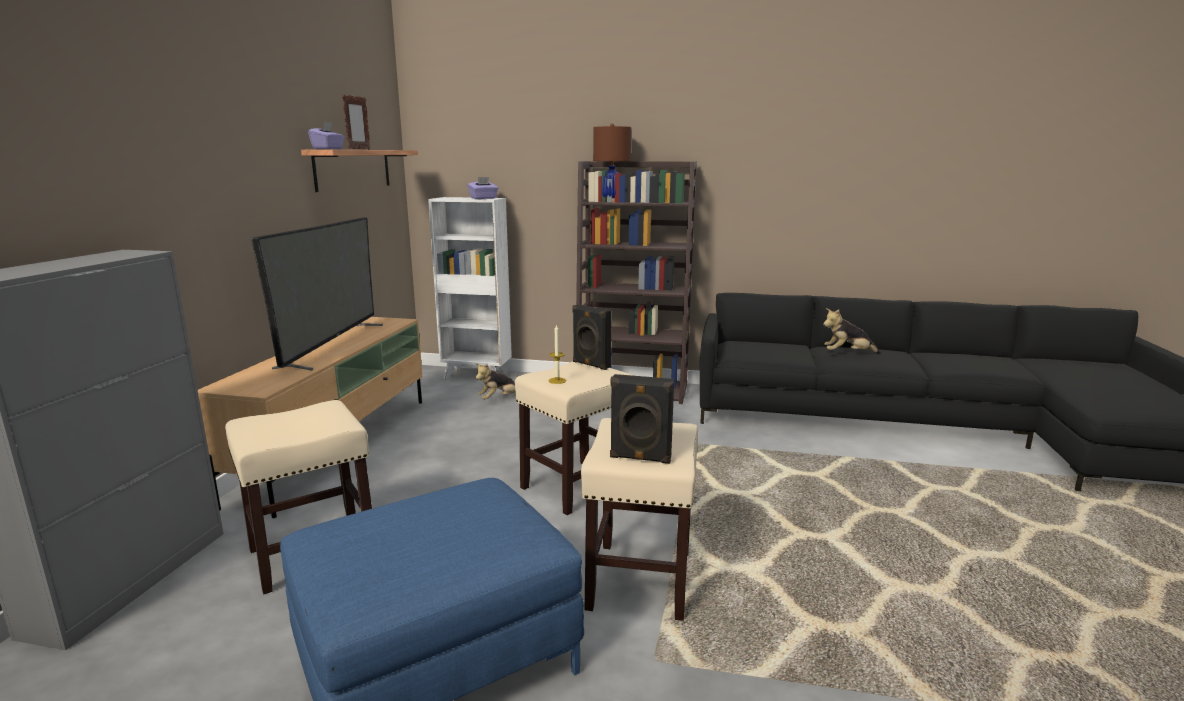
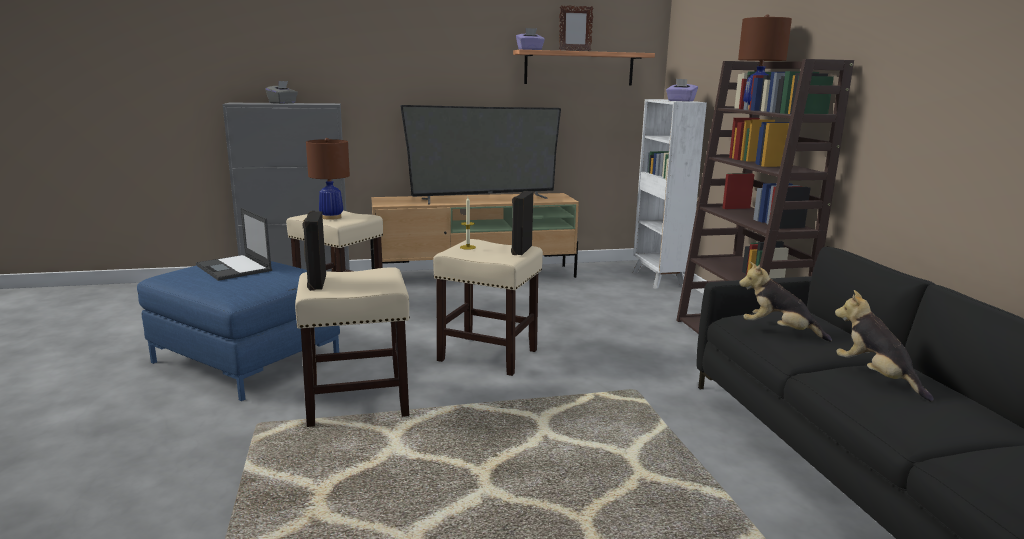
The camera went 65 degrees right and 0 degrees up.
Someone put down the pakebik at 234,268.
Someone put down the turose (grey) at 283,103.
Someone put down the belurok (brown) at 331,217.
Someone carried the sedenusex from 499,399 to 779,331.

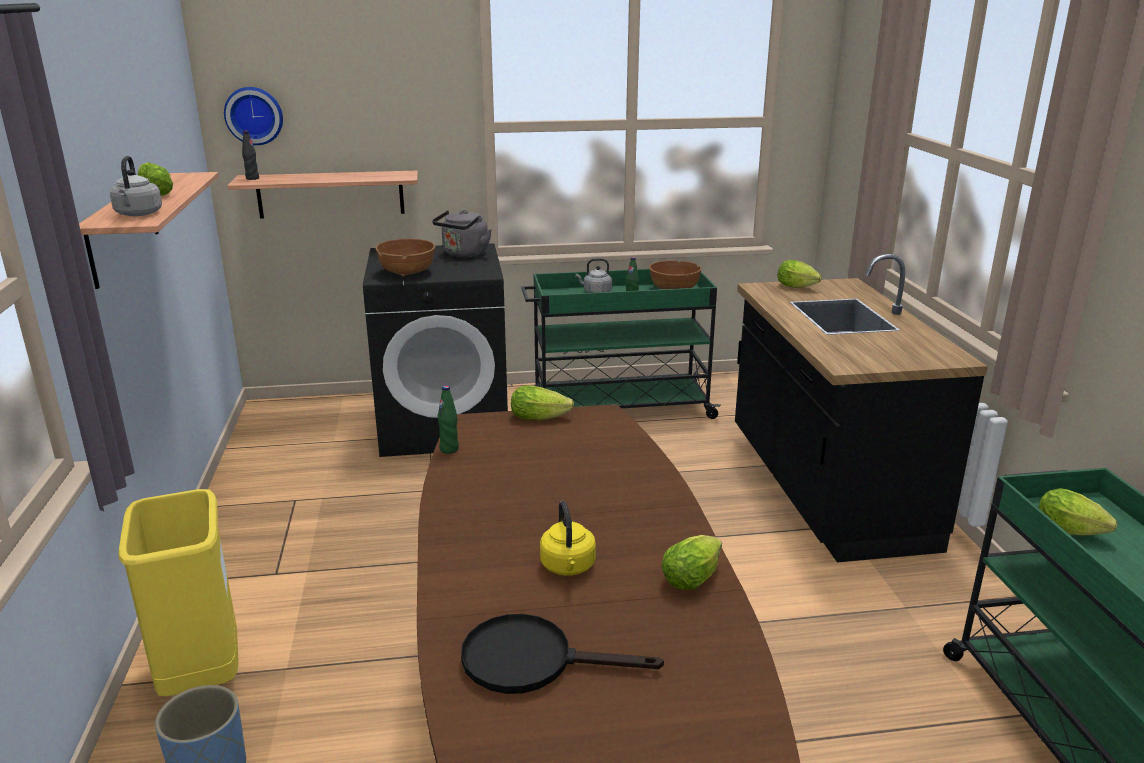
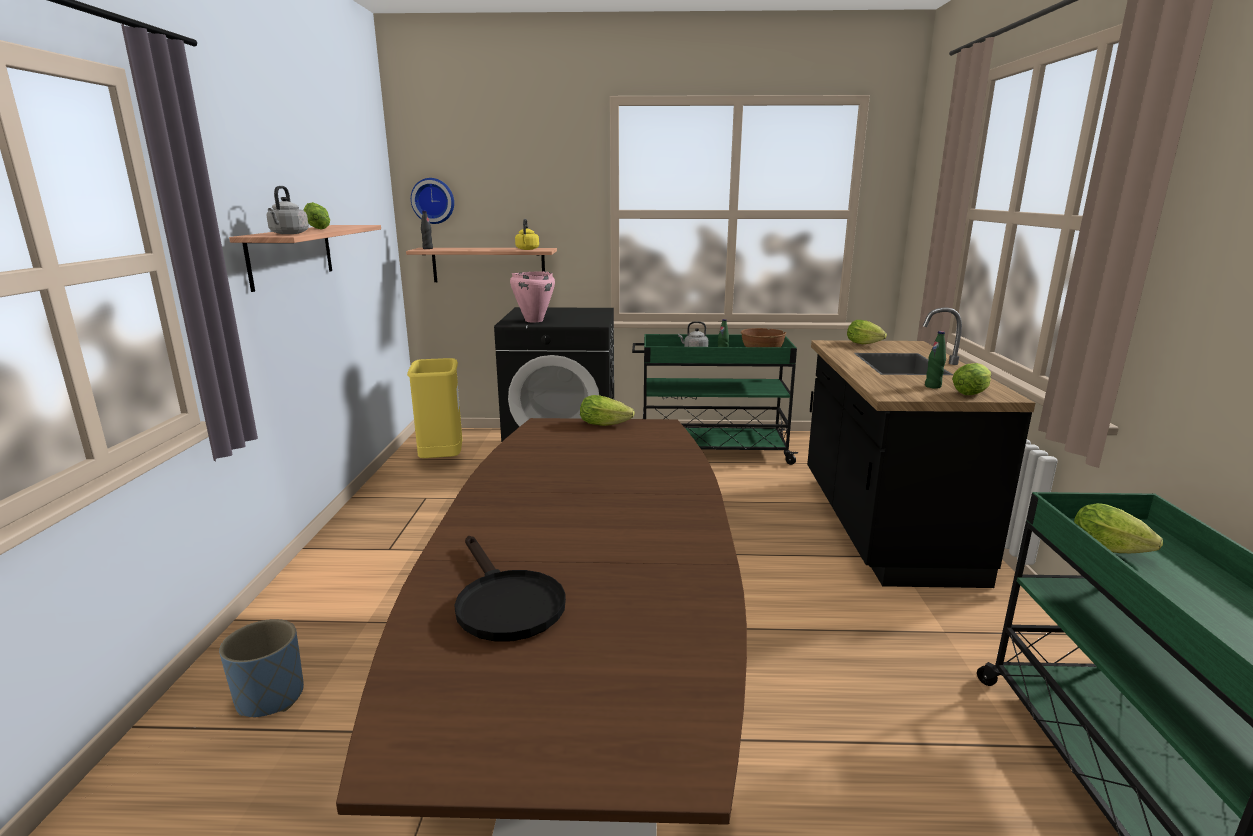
The camera went 10 degrees right and 5 degrees down.
Someone took away the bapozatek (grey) at 464,254.
Someone carried the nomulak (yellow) from 201,676 to 441,461.
Someone carried the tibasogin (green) from 449,449 to 933,386.
Someone carried the bapozatek (yellow) from 568,567 to 527,249.
Someone carried the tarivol from 693,577 to 972,393.
Someone swapped the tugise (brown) at 407,272 for the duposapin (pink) at 533,320.
Someone rotated the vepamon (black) at 533,660 by 135 degrees counterclockwise.

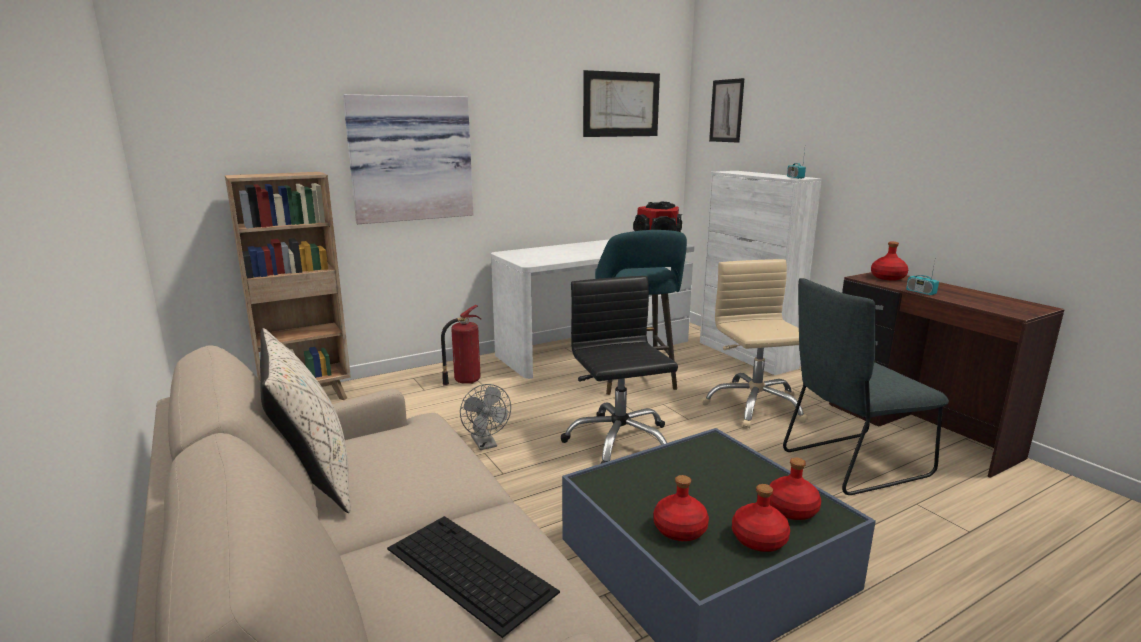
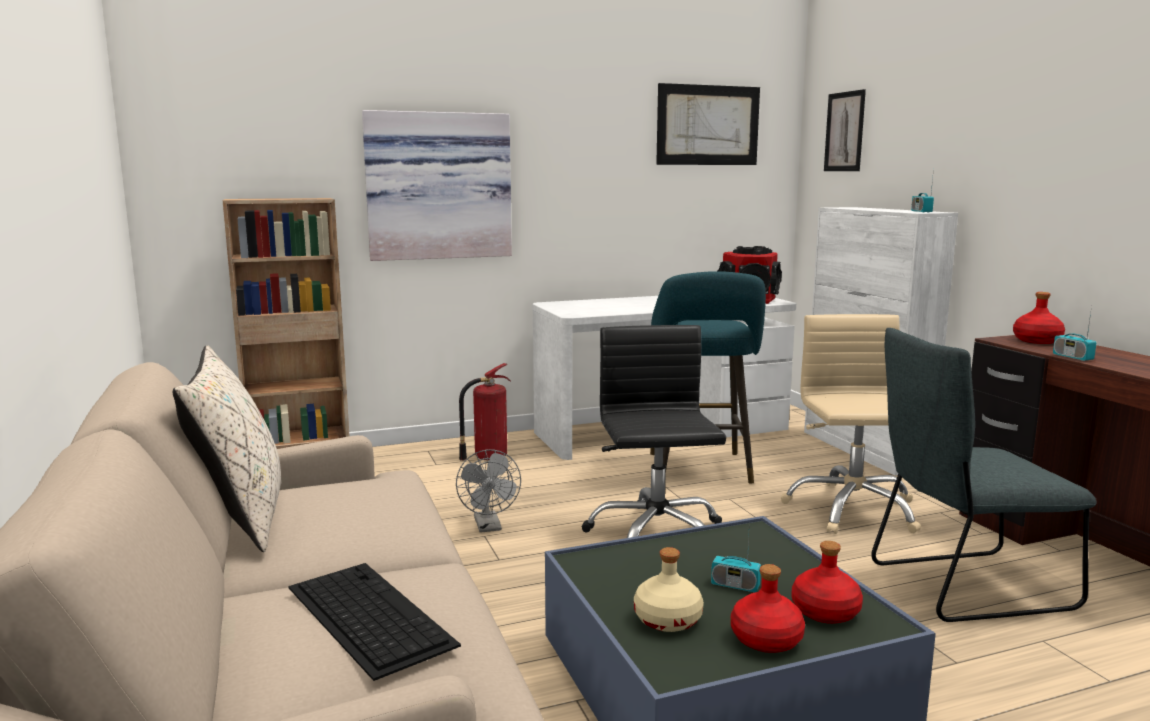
The camera went 10 degrees right and 5 degrees down.
Someone put down the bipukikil at 735,585.
Someone repainted the tibasogin (red) at 680,529, which became the tibasogin (beige) at 668,619.

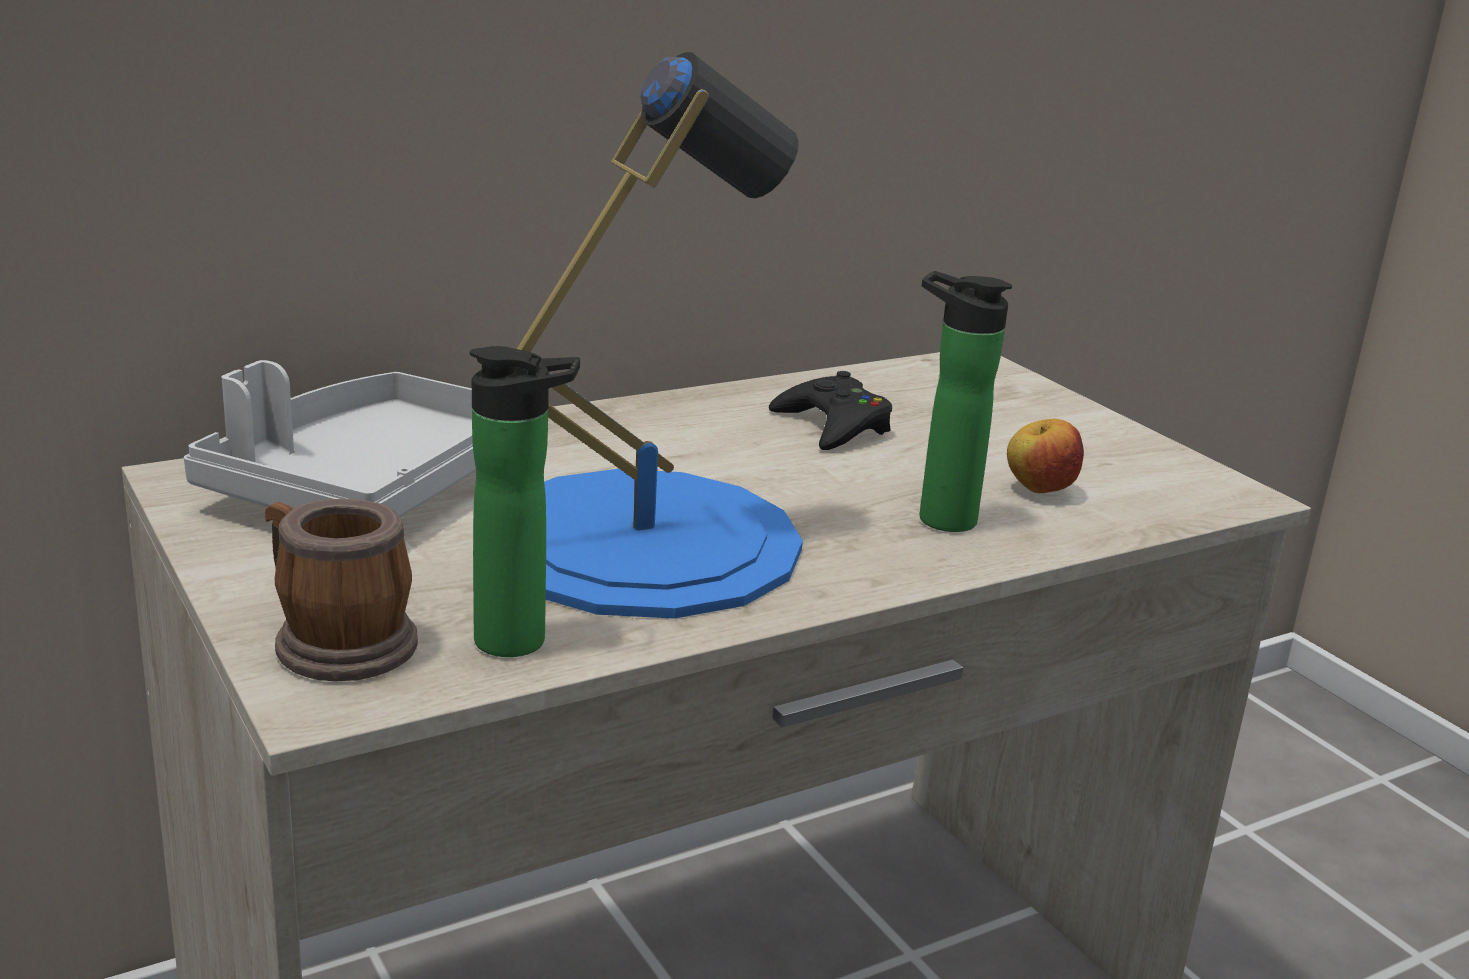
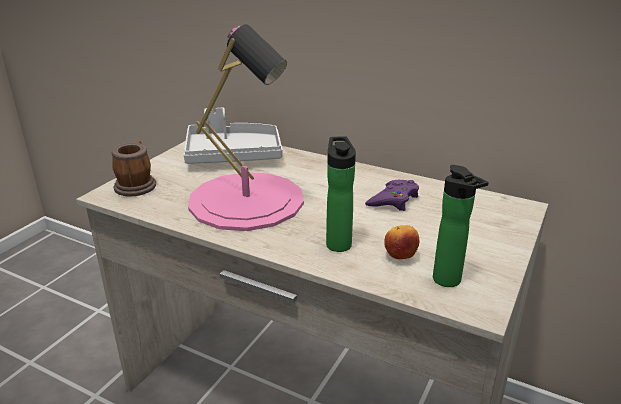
The camera went 60 degrees right and 5 degrees up.
Someone carried the tibasogin from 521,642 to 449,282.
Someone repainted the belurok (blue) at 643,540, which became the belurok (pink) at 247,200.
Someone repainted the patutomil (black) at 833,426, which became the patutomil (purple) at 393,200.

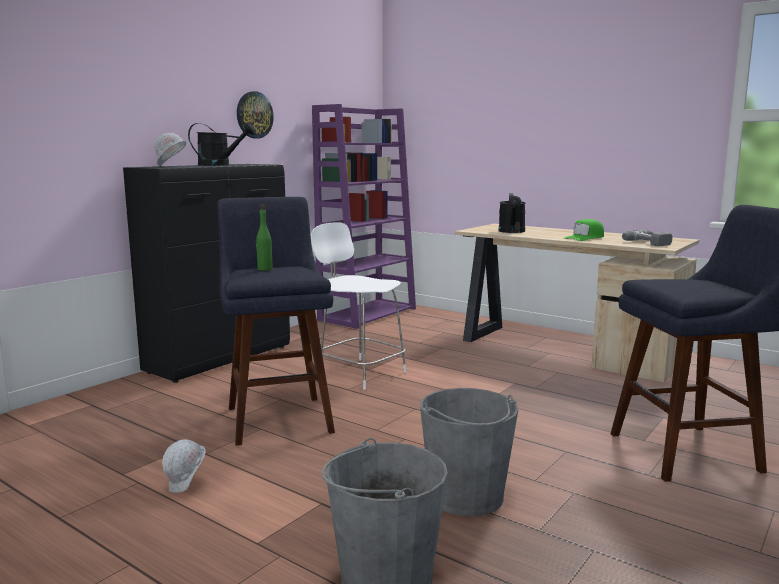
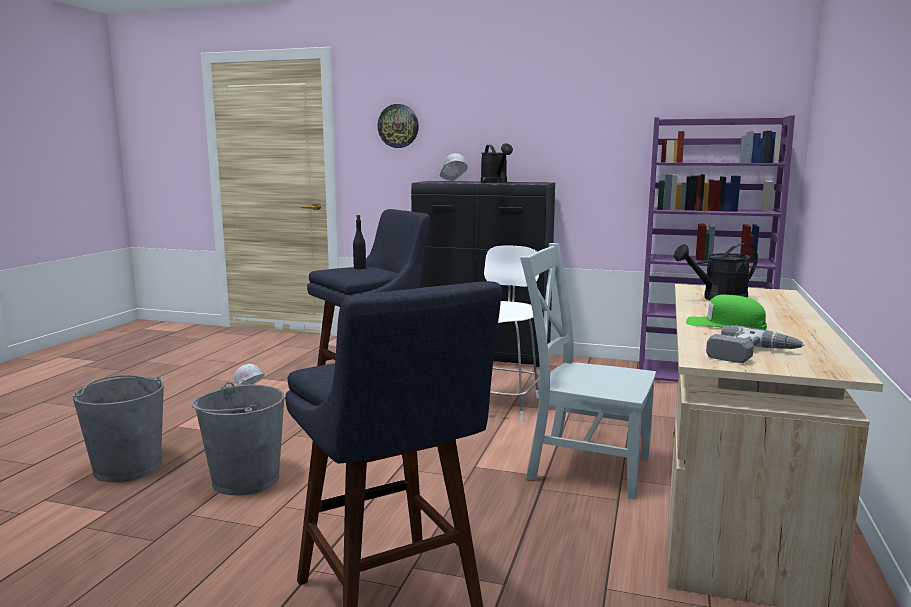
The camera went 70 degrees right and 0 degrees up.
Someone put down the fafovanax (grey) at 583,466.
Someone carried the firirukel from 254,115 to 398,126.
Someone repainted the tibasogin (green) at 264,269, which became the tibasogin (black) at 359,268.

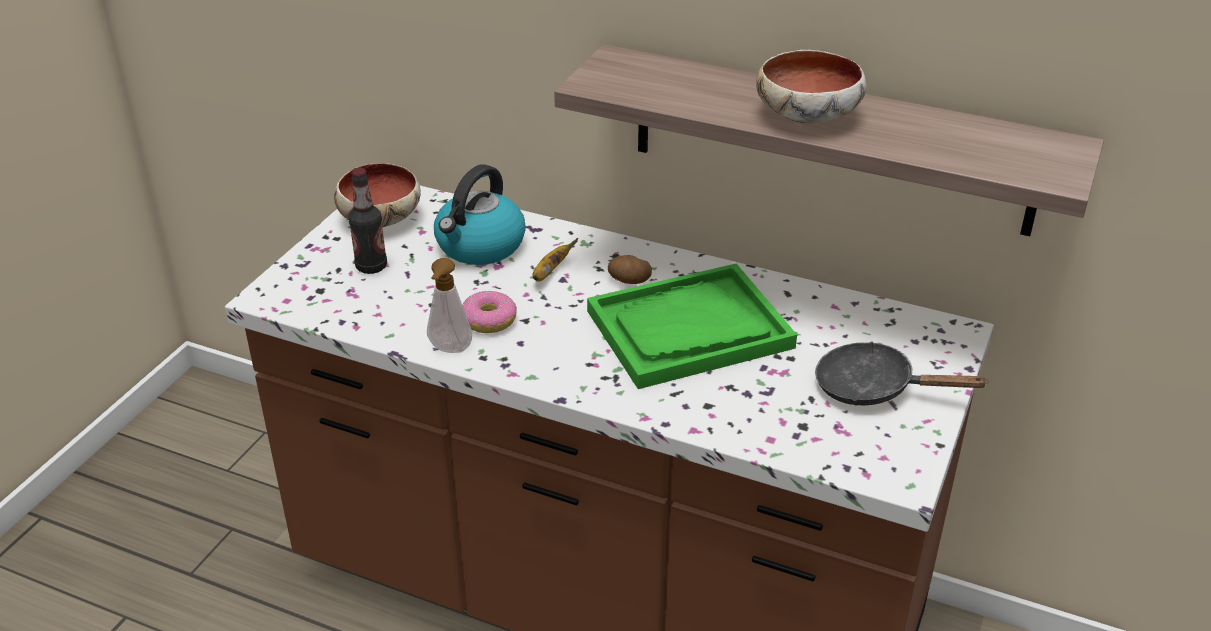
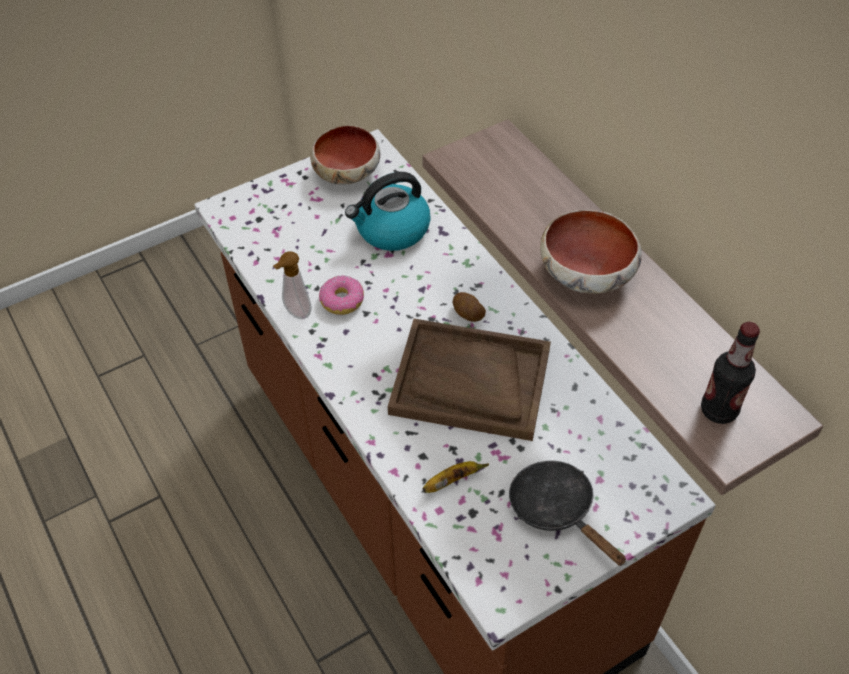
The camera went 35 degrees right and 15 degrees up.
Someone carried the tibasogin from 371,267 to 718,410.
Someone carried the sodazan from 550,272 to 452,481.
Someone repainted the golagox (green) at 689,330, which became the golagox (brown) at 470,382.

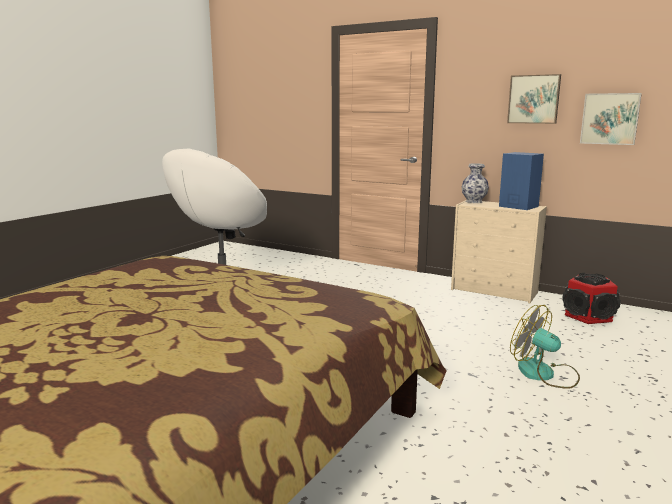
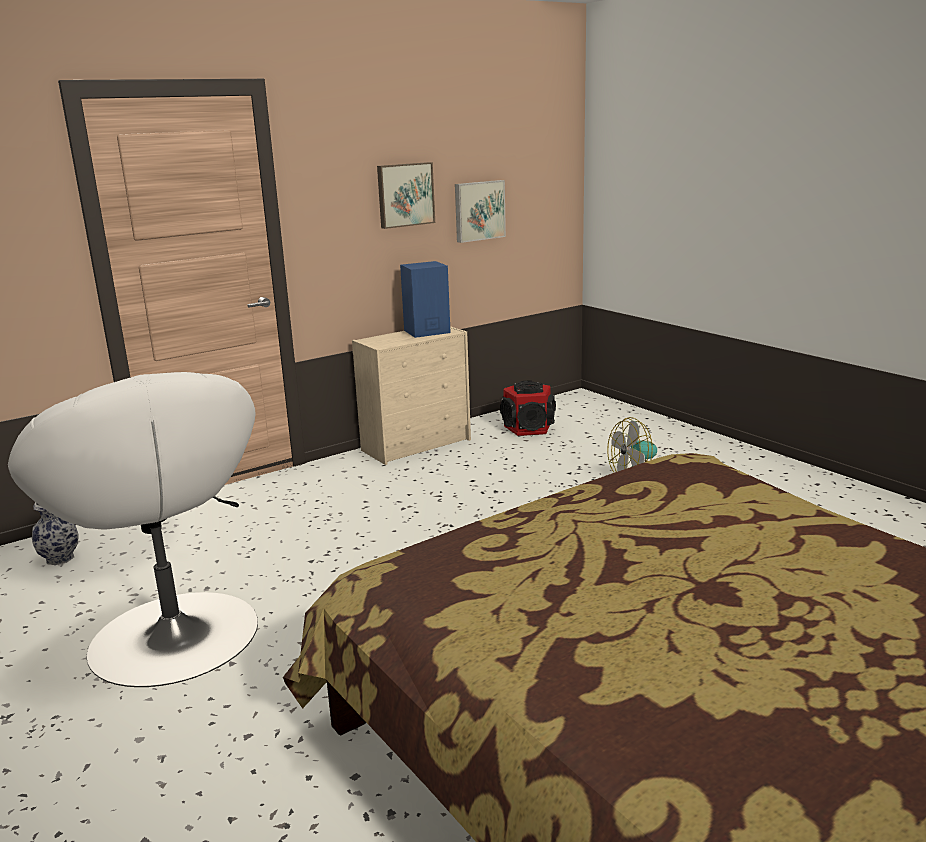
The camera went 65 degrees left and 5 degrees up.
Someone carried the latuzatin from 474,201 to 60,558.

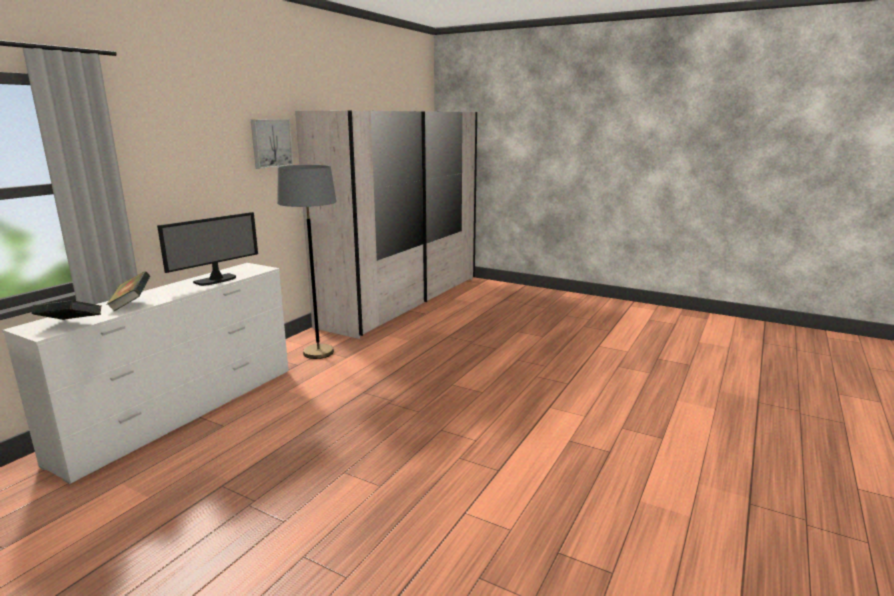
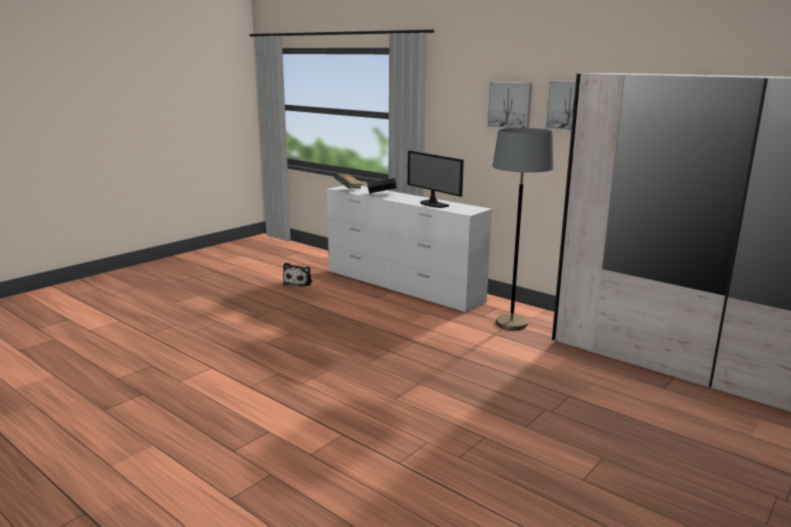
The camera went 100 degrees right and 0 degrees up.
Someone put down the sedenusex at 299,283.
Someone put up the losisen at 510,106.

